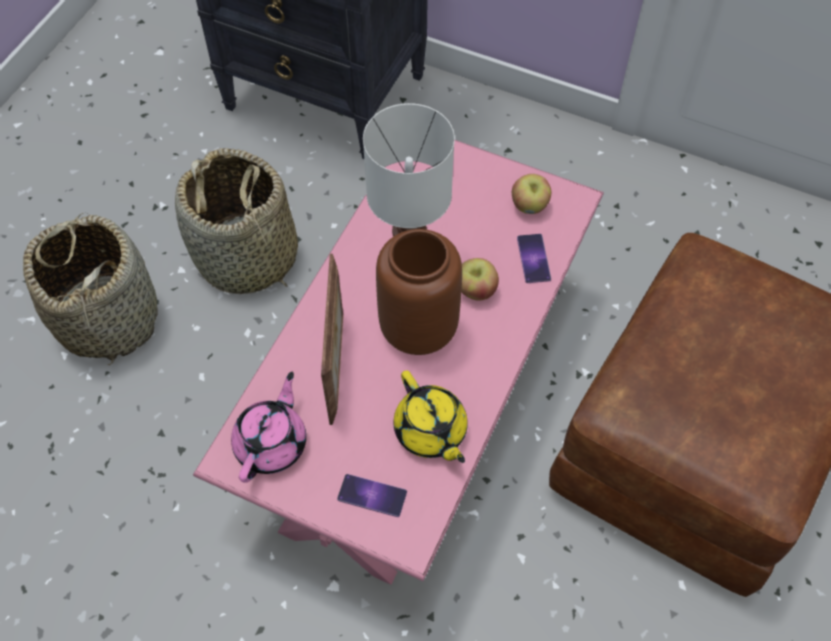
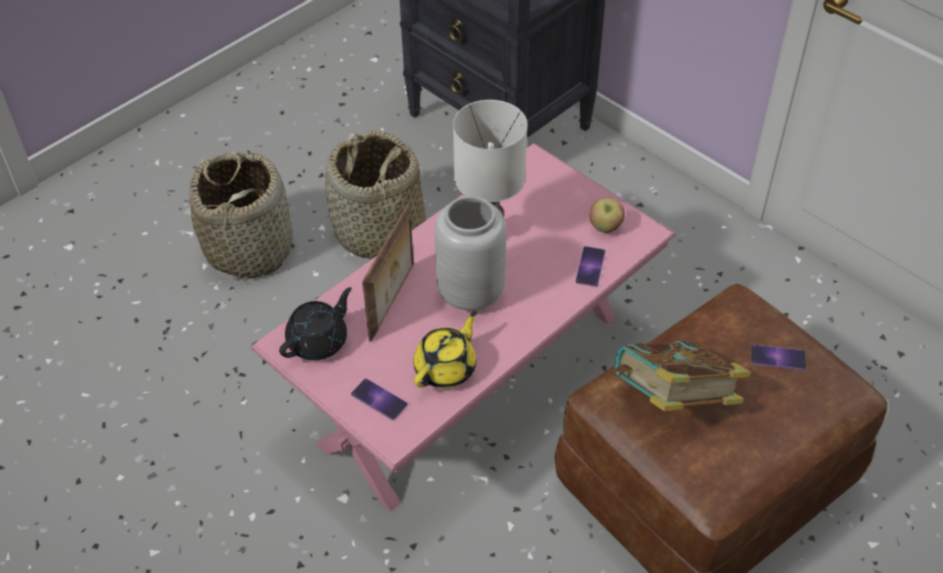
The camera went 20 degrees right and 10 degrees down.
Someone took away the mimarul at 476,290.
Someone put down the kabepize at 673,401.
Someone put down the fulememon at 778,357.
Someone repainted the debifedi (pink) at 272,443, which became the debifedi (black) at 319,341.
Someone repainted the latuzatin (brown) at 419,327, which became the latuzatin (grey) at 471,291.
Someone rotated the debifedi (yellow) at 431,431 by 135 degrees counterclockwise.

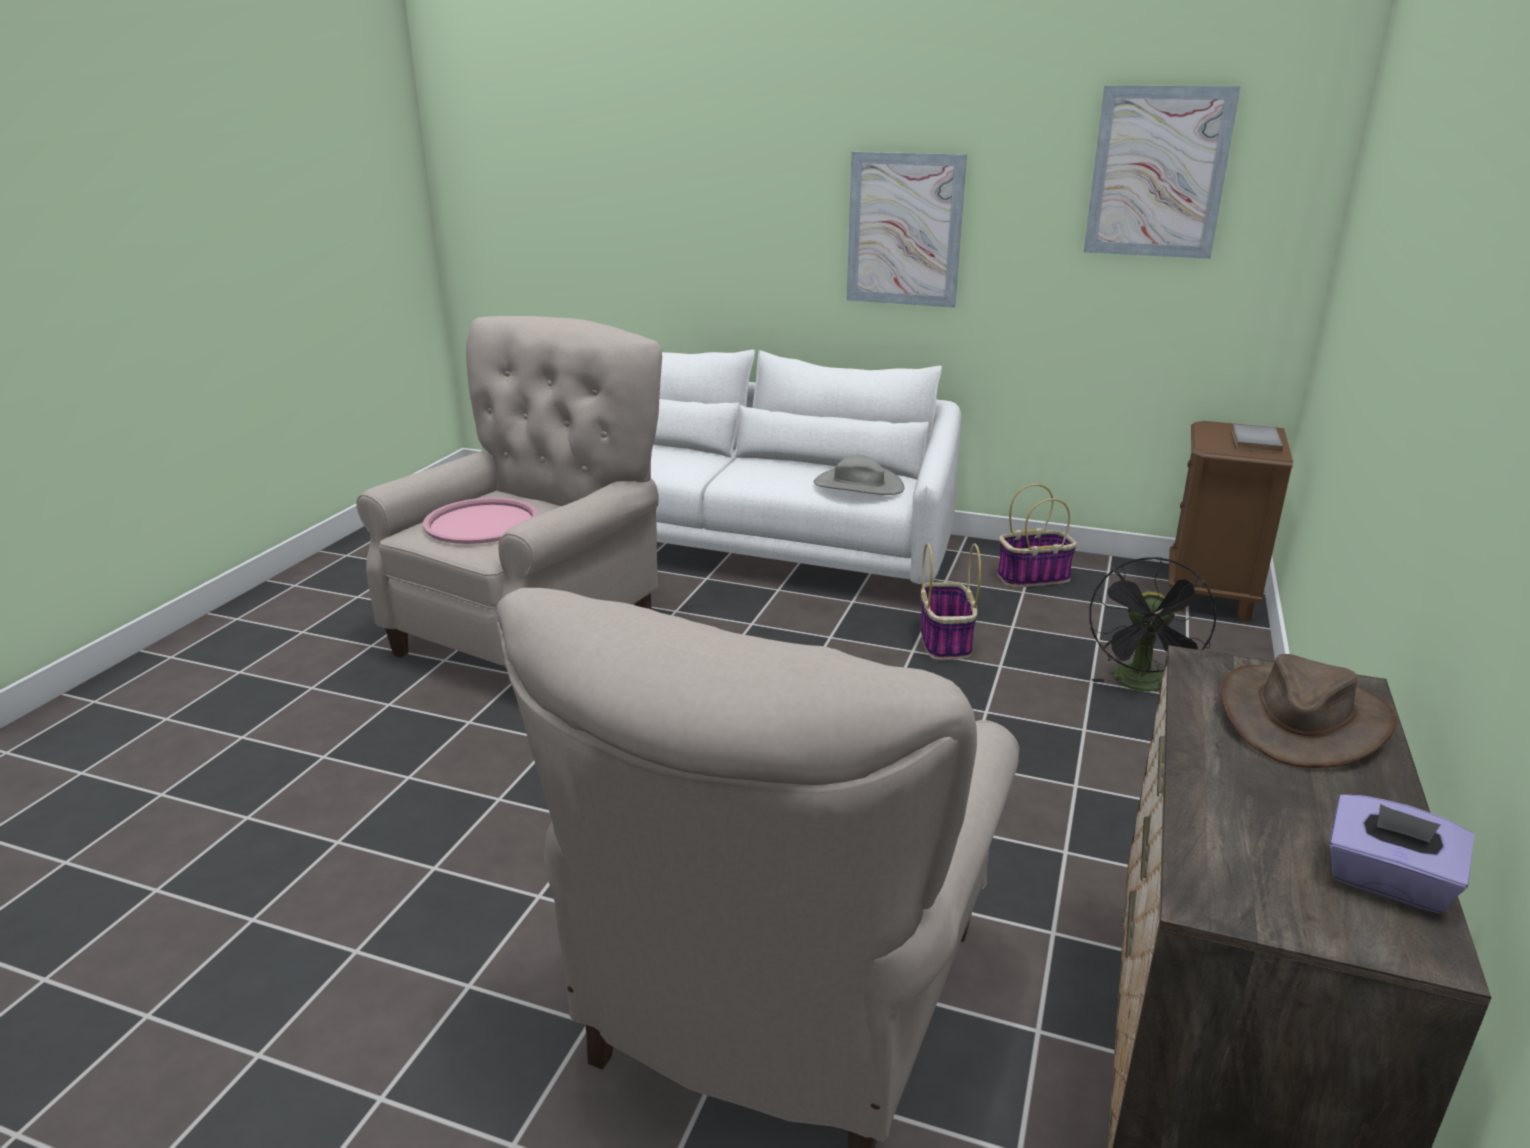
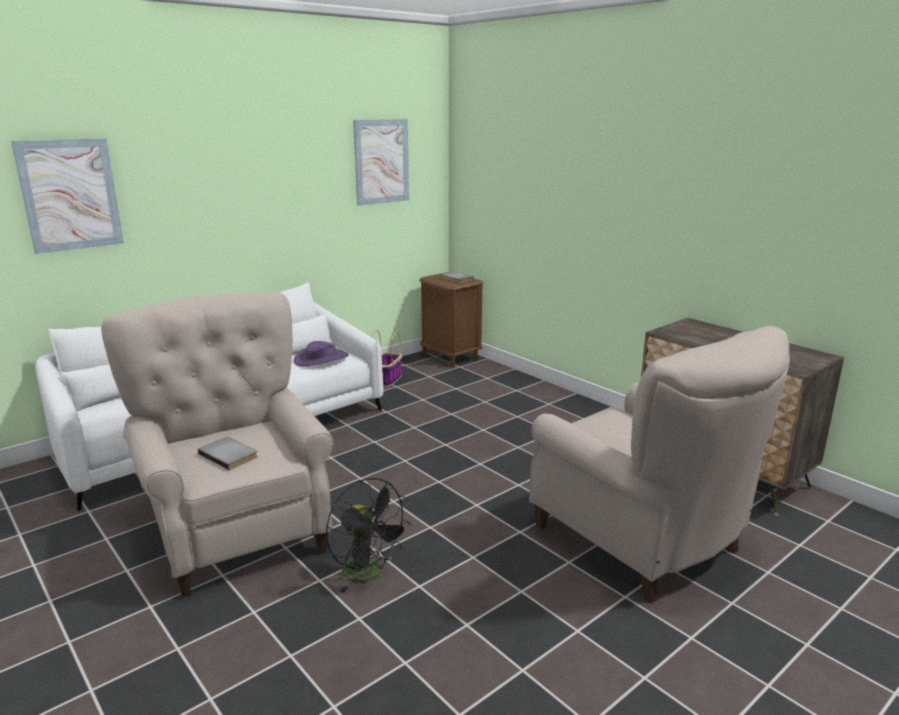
The camera went 60 degrees left and 5 degrees down.
Someone took away the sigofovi at 945,641.
Someone took away the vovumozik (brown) at 1301,718.
Someone took away the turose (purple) at 1387,882.
Someone carried the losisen from 904,230 to 70,195.
Someone carried the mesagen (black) from 1141,686 to 369,574.
Someone swapped the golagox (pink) at 482,522 for the kabepize (grey) at 230,454.
Someone repainted the vovumozik (grey) at 858,485, which became the vovumozik (purple) at 321,359.

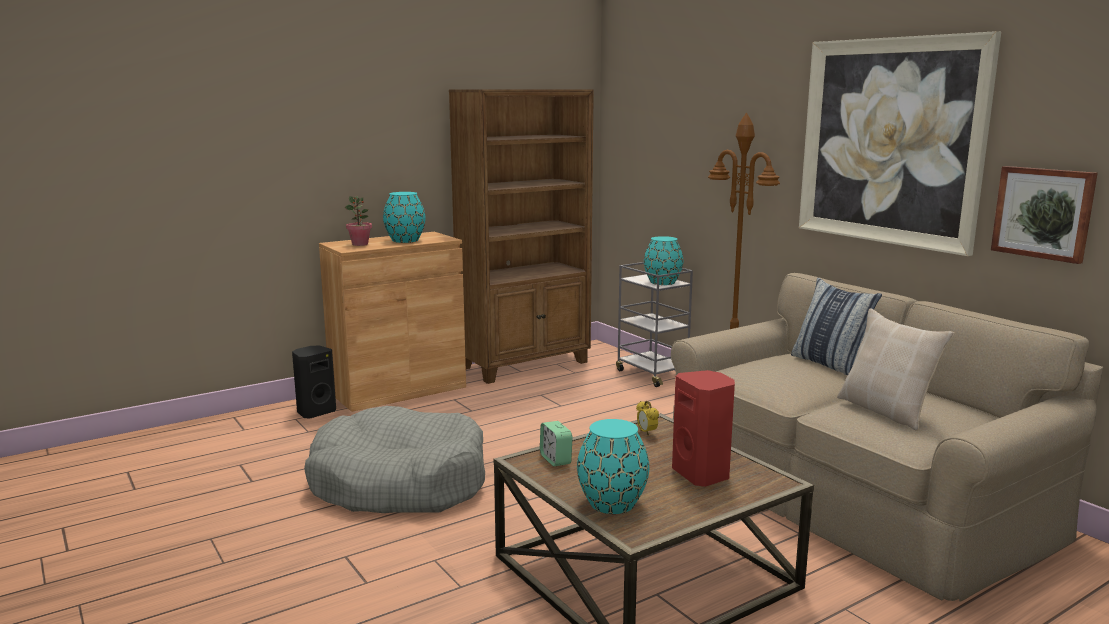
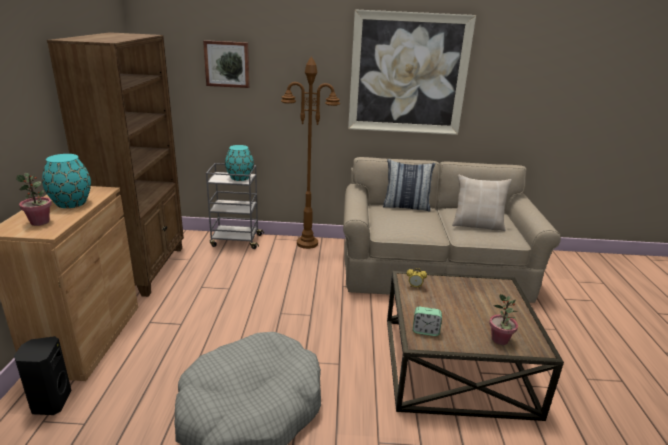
The camera went 55 degrees left and 10 degrees up.
Someone took away the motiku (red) at 702,474.
Someone carried the losisen from 1043,213 to 227,64.
Someone swapped the latuzatin (turquoise) at 612,504 for the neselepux at 499,340.

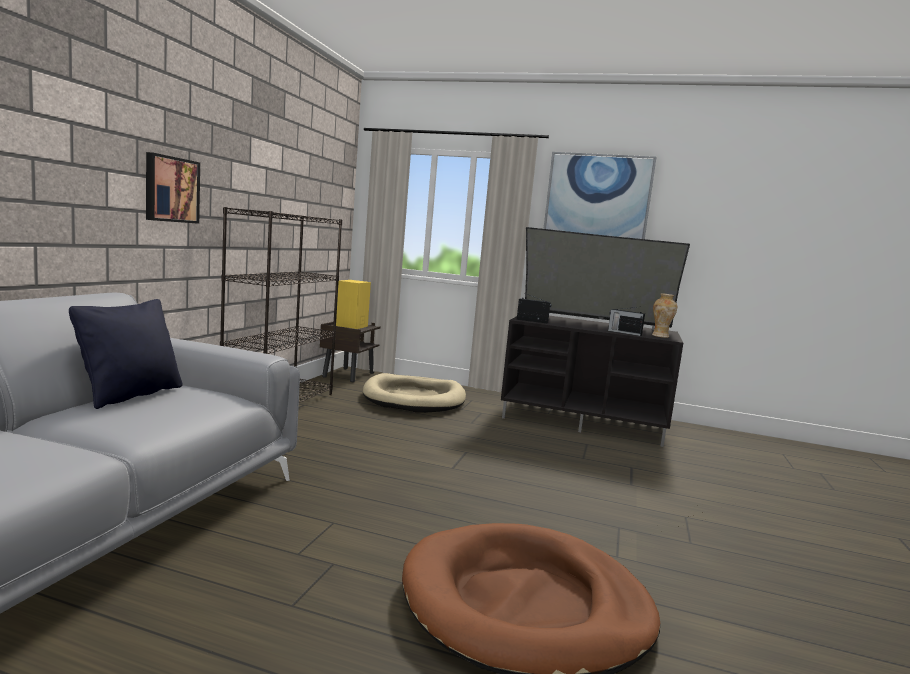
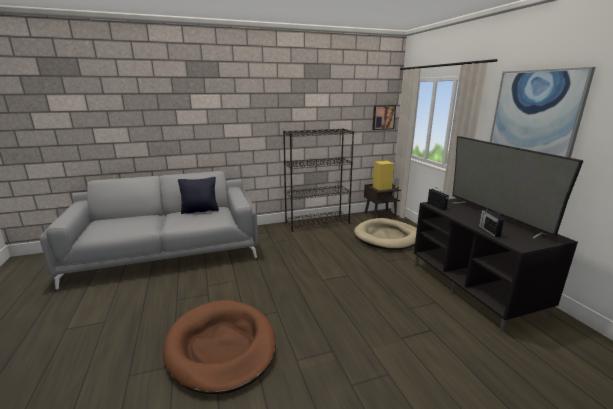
The camera went 55 degrees right and 10 degrees up.
Someone took away the latuzatin at 660,336.
Someone carried the losisen from 171,189 to 383,117.

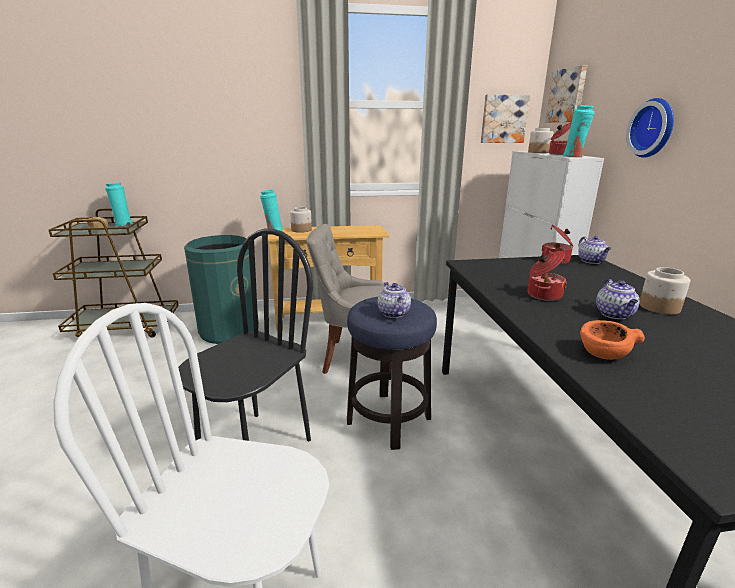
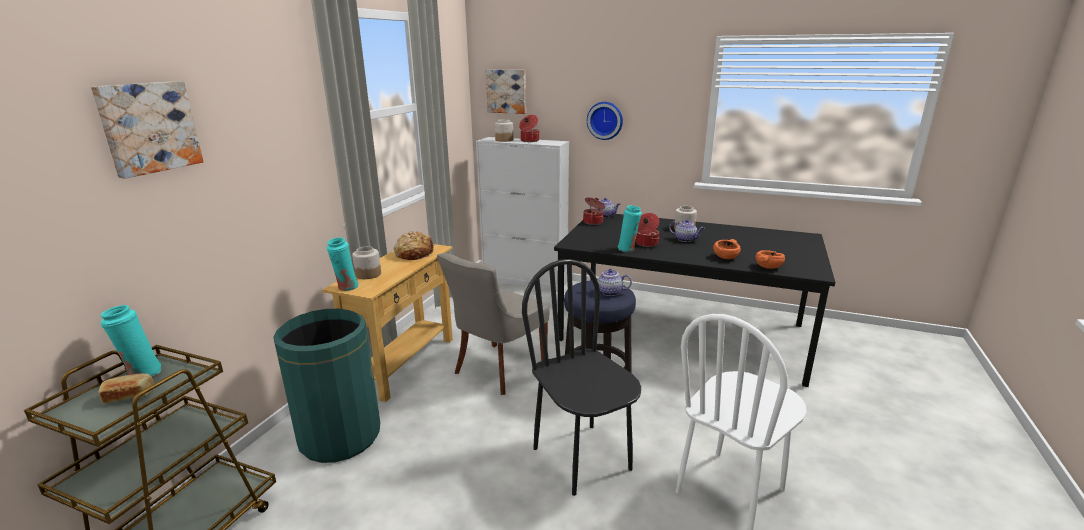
The camera went 60 degrees left and 0 degrees up.
Someone put down the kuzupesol at 414,253.
Someone put down the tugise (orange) at 767,267.
Someone carried the losisen from 503,119 to 148,127.
Someone carried the latuzatin (turquoise) from 574,157 to 628,249.

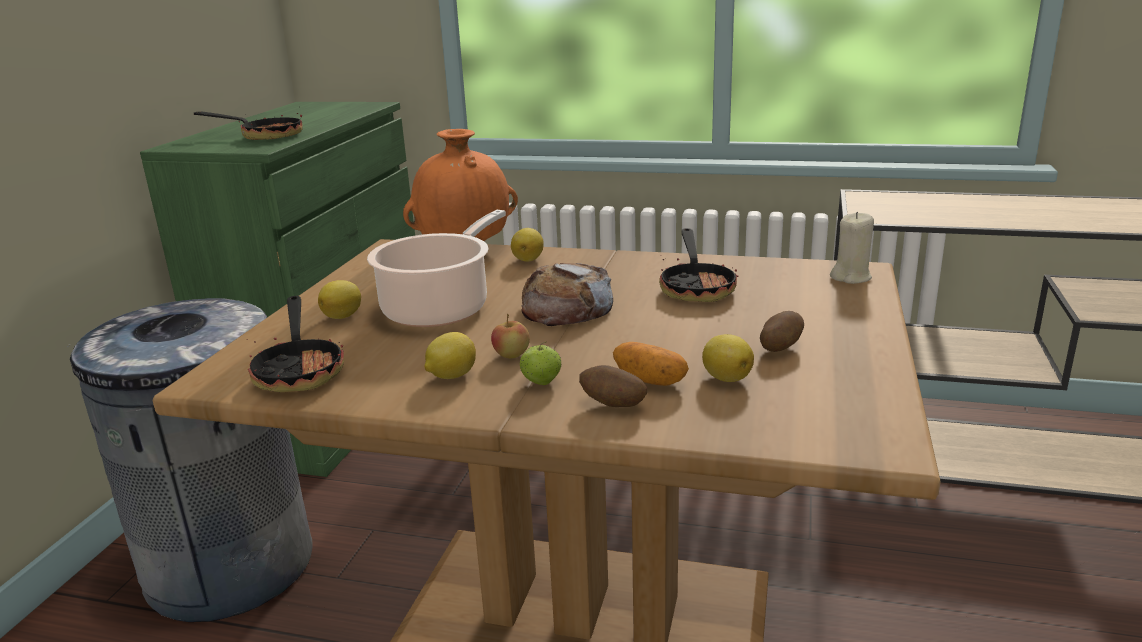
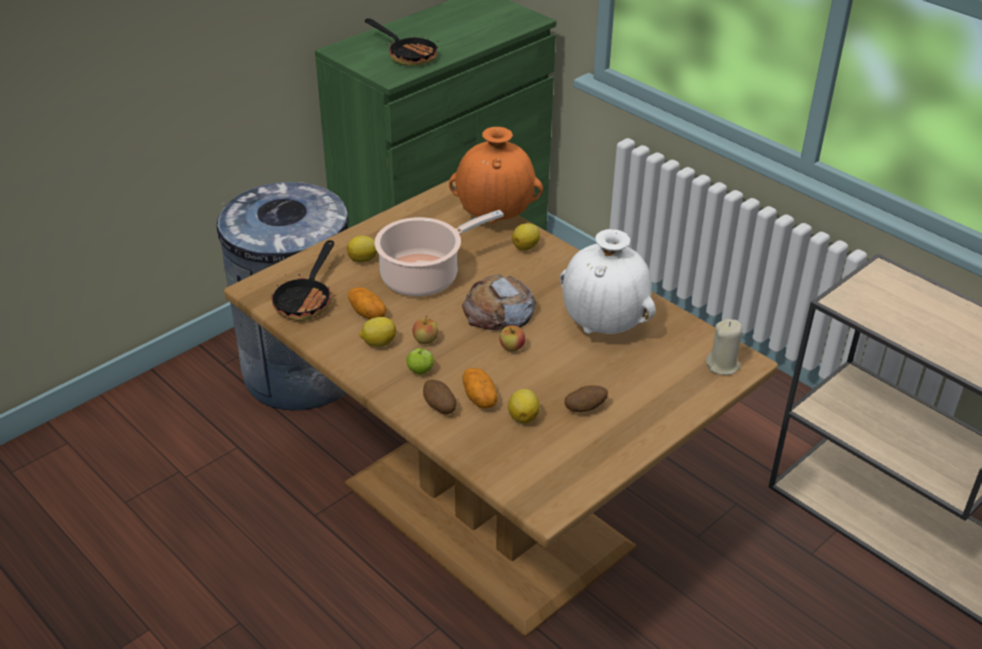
The camera went 30 degrees right and 15 degrees up.
Someone put down the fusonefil at 368,313.
Someone put down the mimarul at 512,348.
Someone swapped the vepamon at 697,287 for the latuzatin (white) at 604,327.

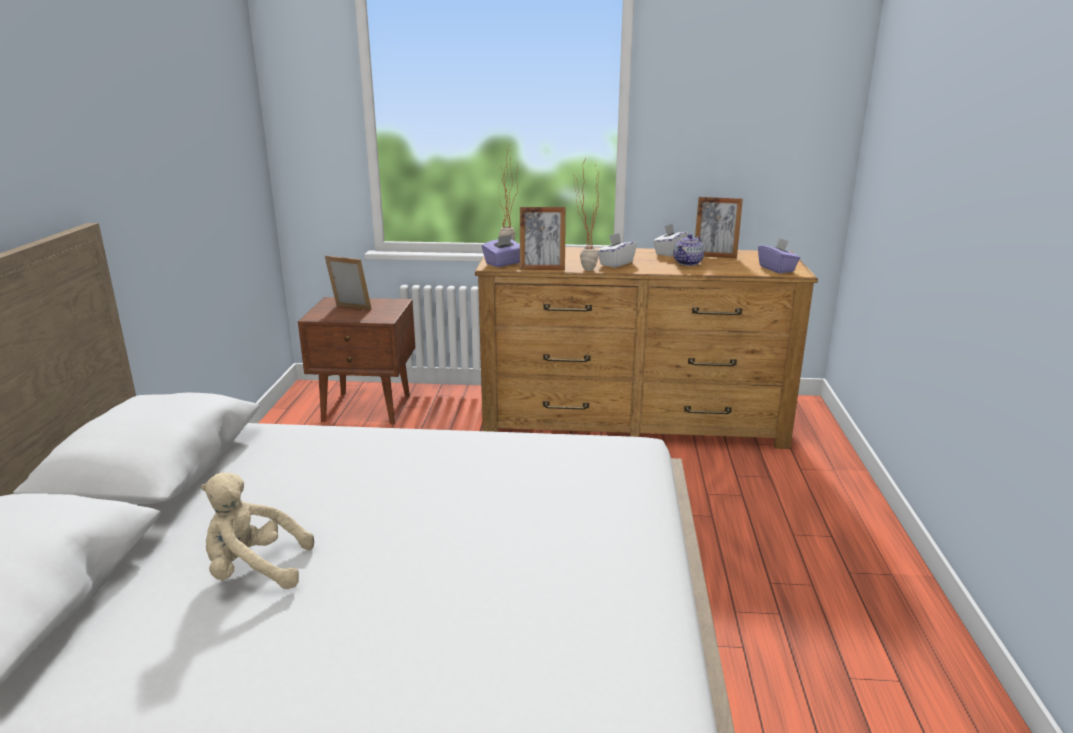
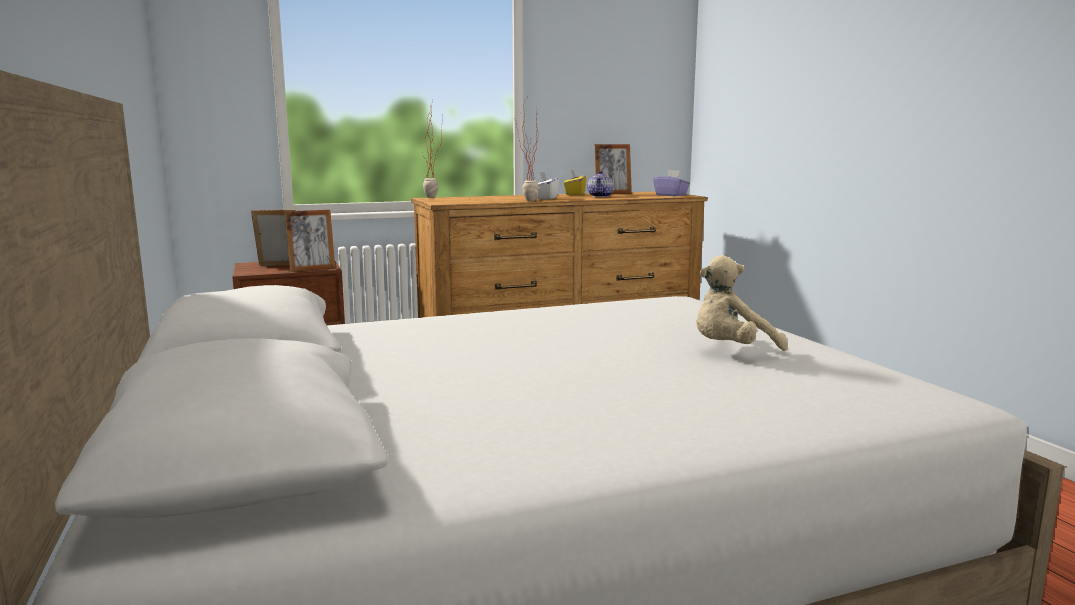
The camera went 25 degrees left and 10 degrees down.
Someone took away the turose (purple) at 503,263.
Someone carried the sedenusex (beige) from 254,570 to 731,351.
Someone carried the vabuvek from 542,268 to 312,269.
Someone repainted the turose (white) at 669,252, which became the turose (yellow) at 574,194.

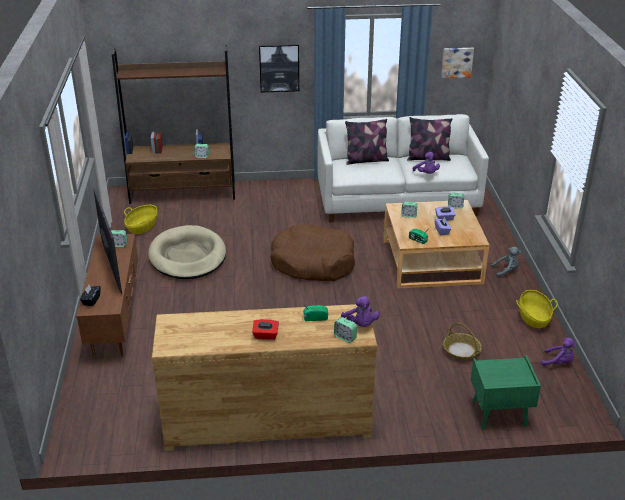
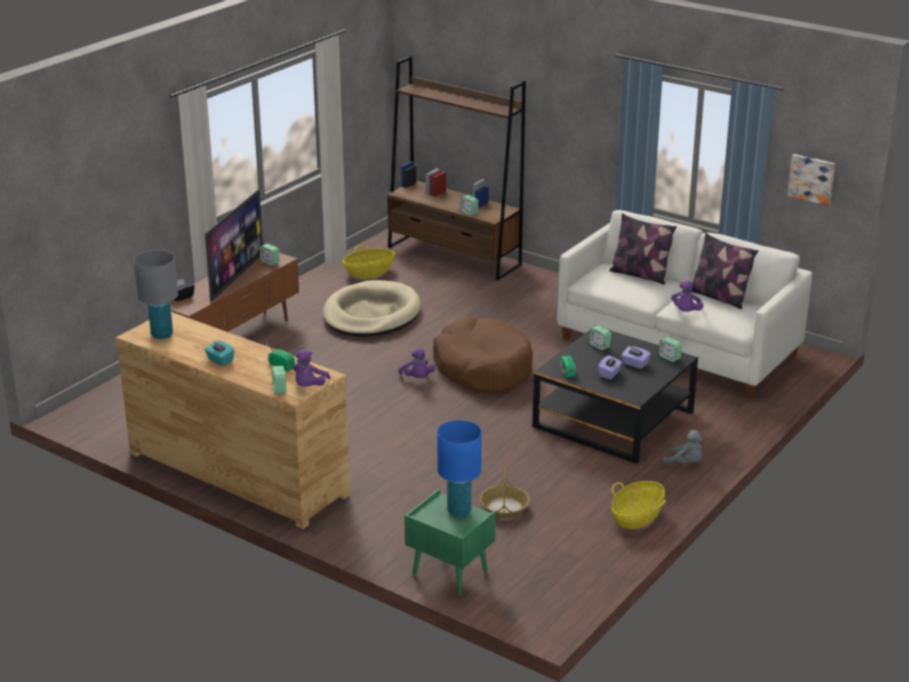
The camera went 40 degrees right and 5 degrees down.
Someone took away the losisen at 279,68.
Someone put down the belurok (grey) at 162,335.
Someone put down the belurok (blue) at 459,511.
Someone carried the sedenusex (purple) from 558,362 to 417,378.
Someone repainted the turose (red) at 265,336, which became the turose (turquoise) at 220,360.
Someone repainted the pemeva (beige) at 431,261, which became the pemeva (black) at 613,419.

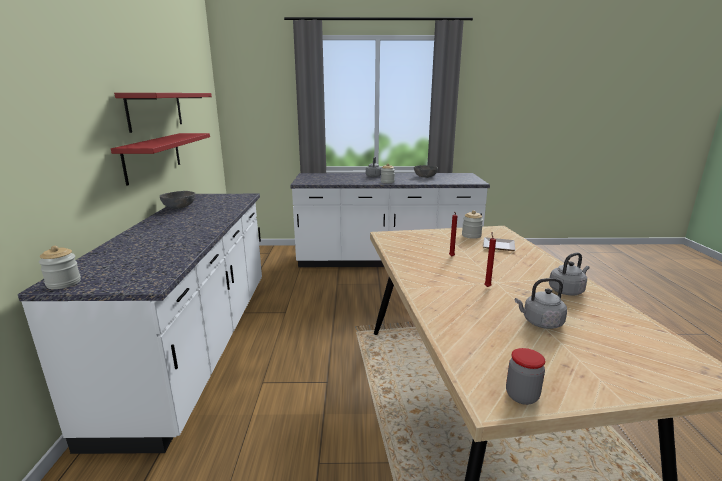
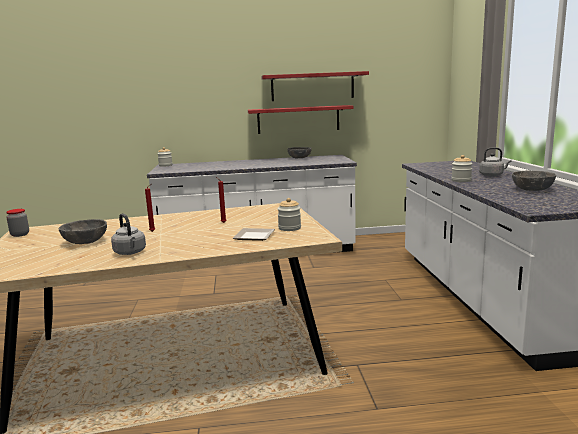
The camera went 85 degrees right and 5 degrees down.
Someone swapped the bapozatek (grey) at 540,322 for the tugise (grey) at 85,242.

